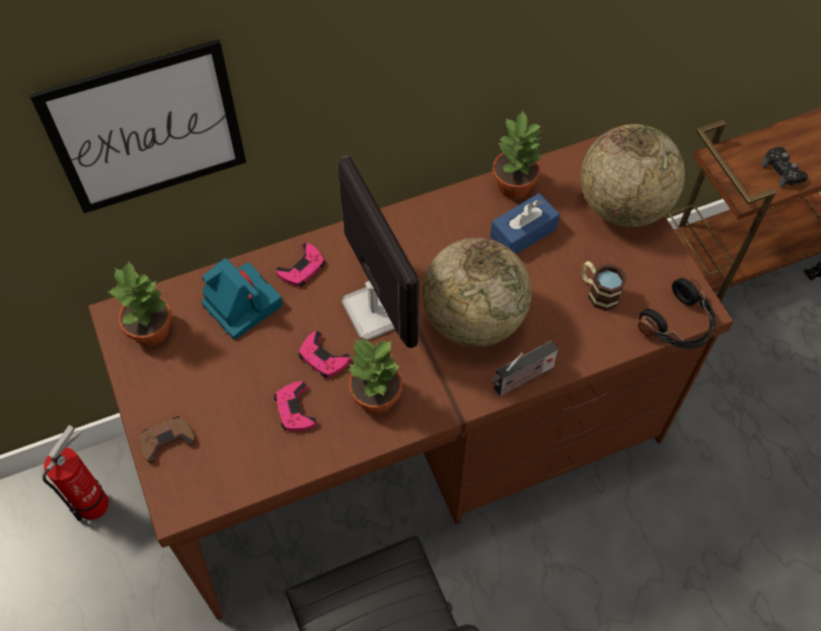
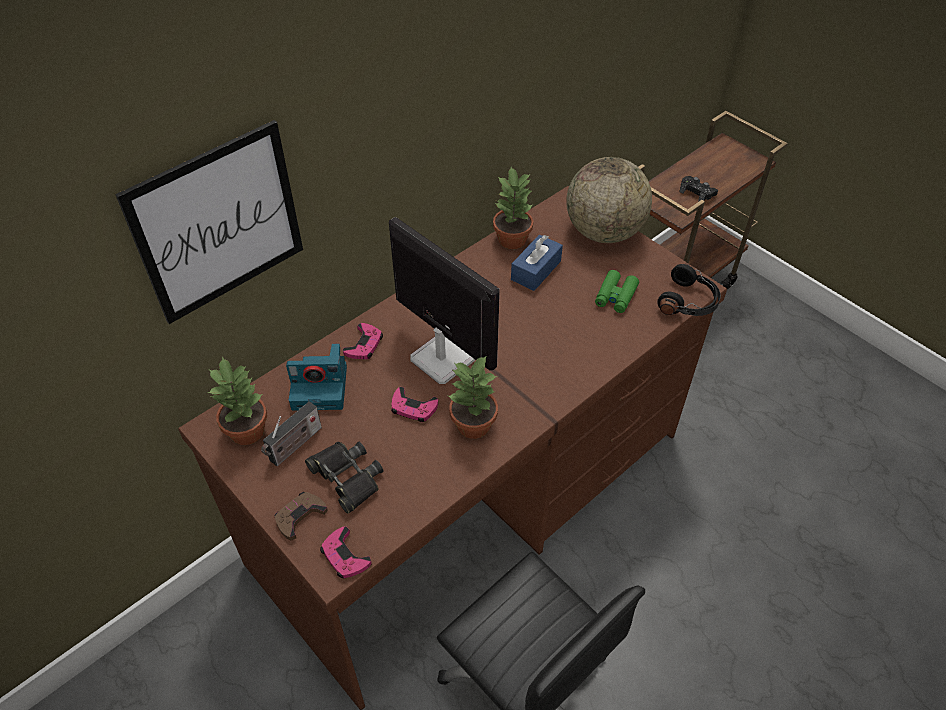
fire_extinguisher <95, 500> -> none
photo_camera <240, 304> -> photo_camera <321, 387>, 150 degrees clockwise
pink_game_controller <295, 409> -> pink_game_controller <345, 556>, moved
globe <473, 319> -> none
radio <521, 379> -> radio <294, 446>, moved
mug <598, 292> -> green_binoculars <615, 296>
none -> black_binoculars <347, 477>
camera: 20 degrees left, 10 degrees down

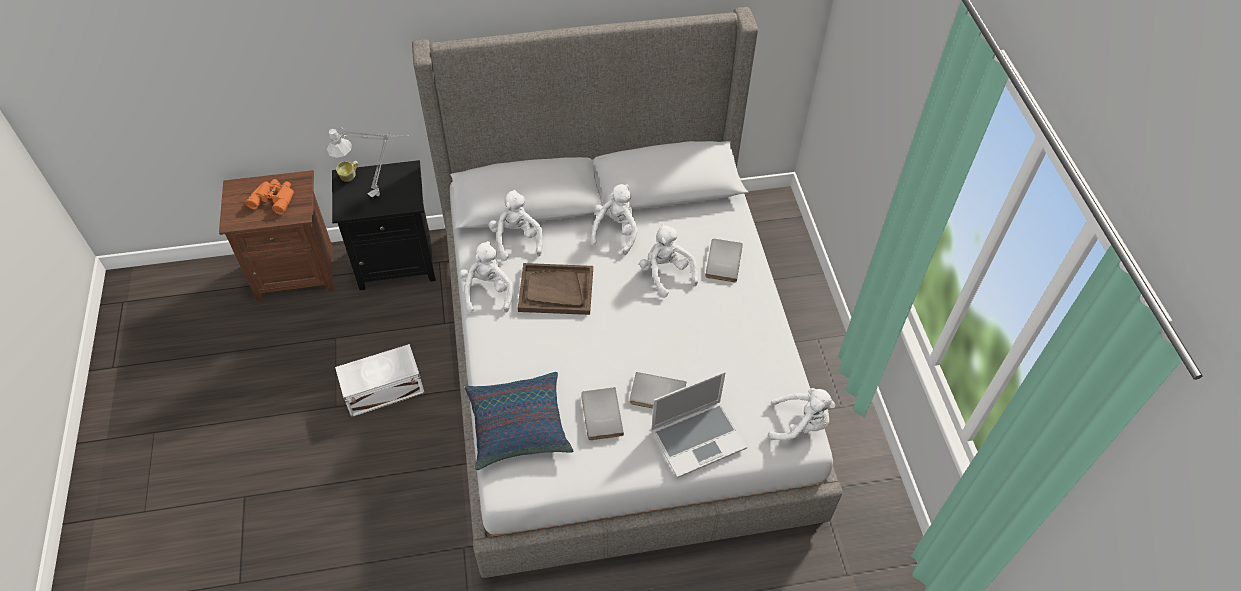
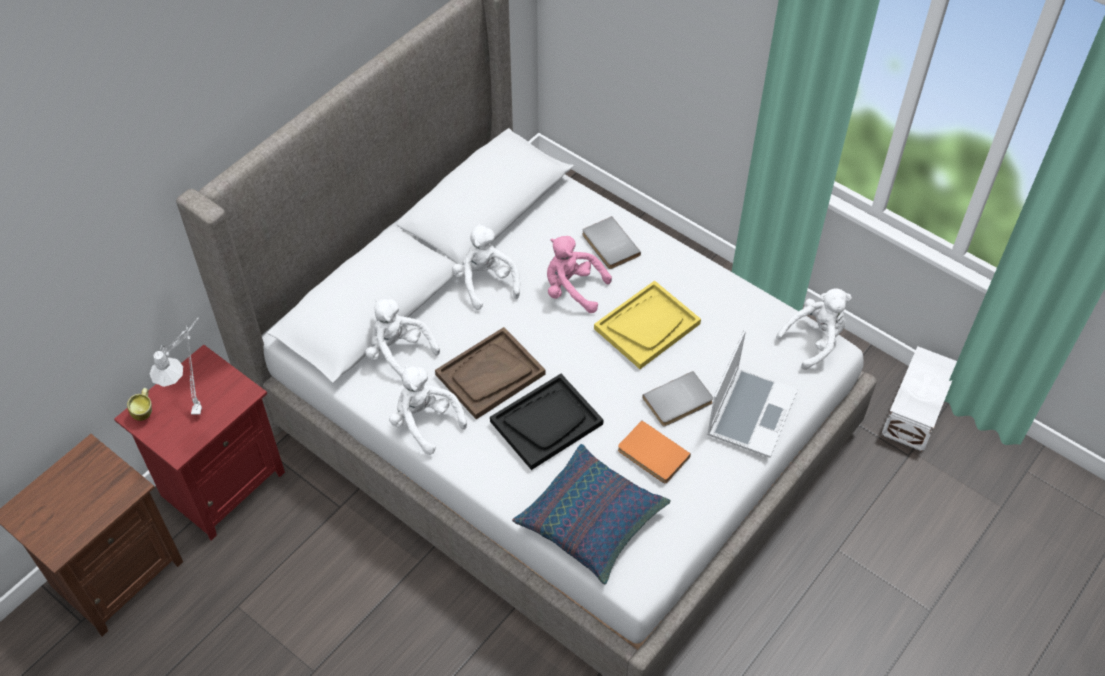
orange_binoculars <274, 198> -> none
black_nightstand <396, 262> -> red_nightstand <221, 483>
white_storage_box <382, 389> -> white_storage_box <913, 411>, moved
grey_book <600, 415> -> orange_book <652, 455>
white_plush_toy <666, 273> -> pink_plush_toy <572, 289>
none -> black_tray <546, 422>
none -> yellow_tray <647, 326>
camera: 40 degrees left, 0 degrees up

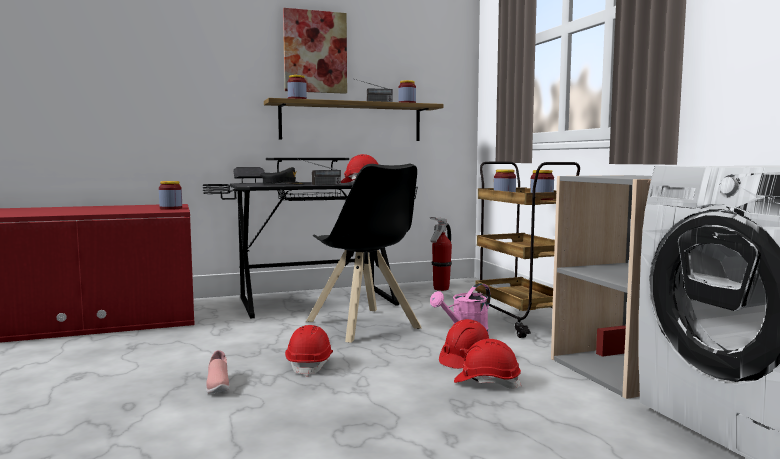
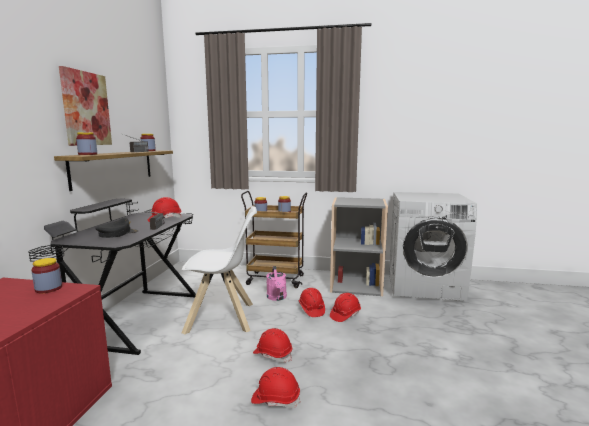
pink_shoe <217, 386> -> red_hard_hat <275, 399>
black_chair <364, 326> -> white_chair <222, 318>
fire_extinguisher <441, 289> -> none
camera: 60 degrees left, 5 degrees up

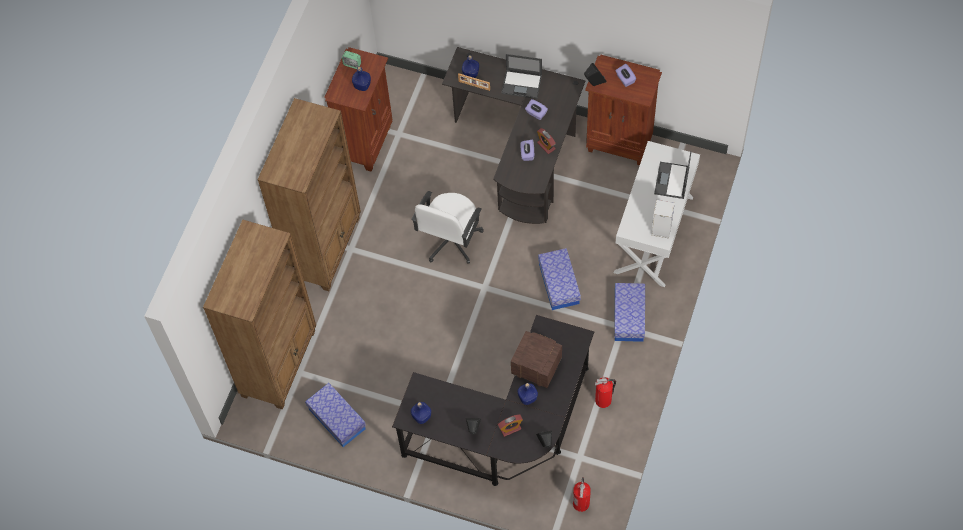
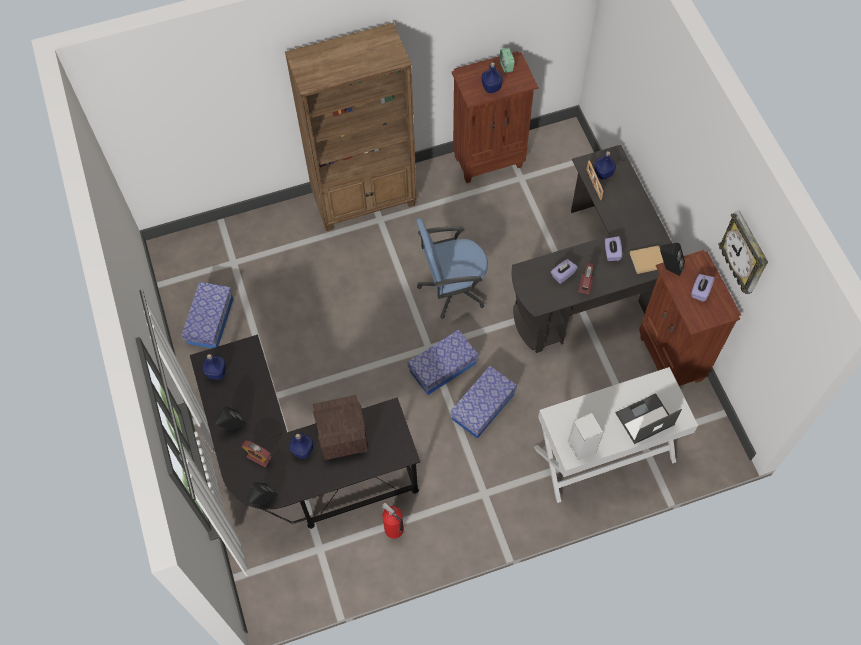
brown_bookcase <280, 363> -> none
white_office_chair <450, 240> -> blue_office_chair <452, 288>
laptop <522, 84> -> none
fire_extinguisher <581, 503> -> none
storage_box <629, 317> -> storage_box <443, 367>, moved
none -> beige_book <646, 260>
none -> wall_clock <744, 254>
camera: 50 degrees right, 0 degrees up

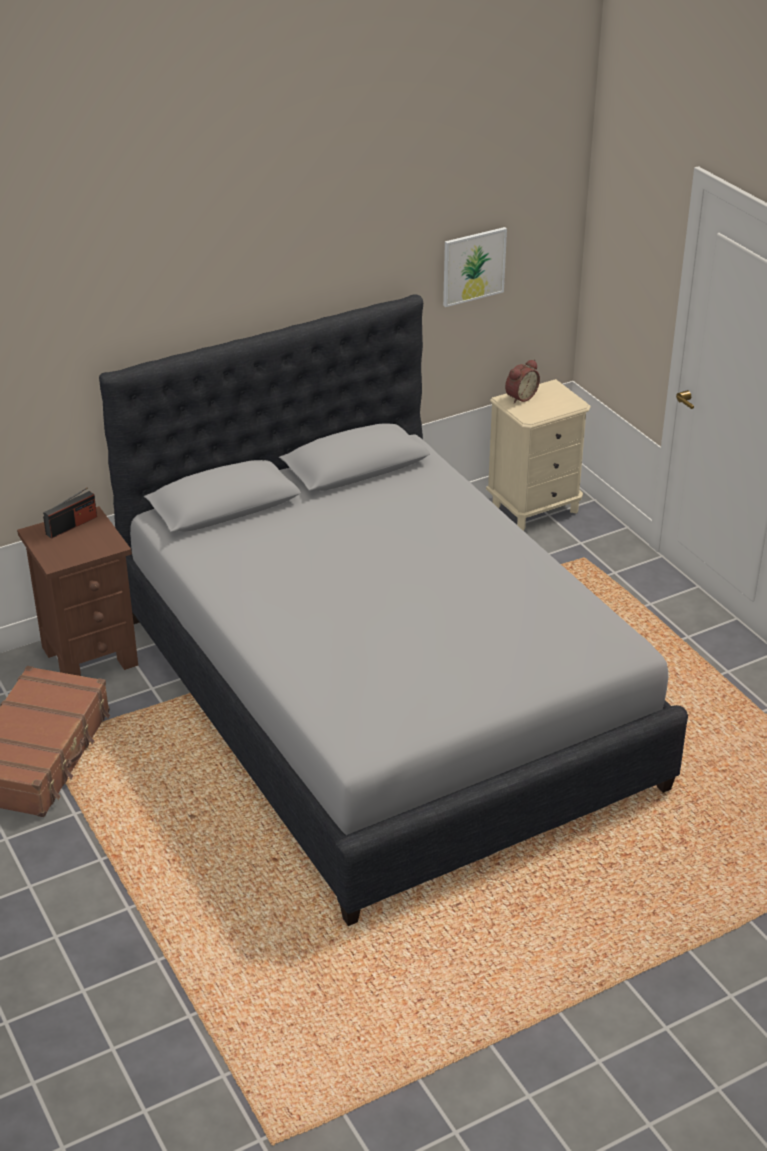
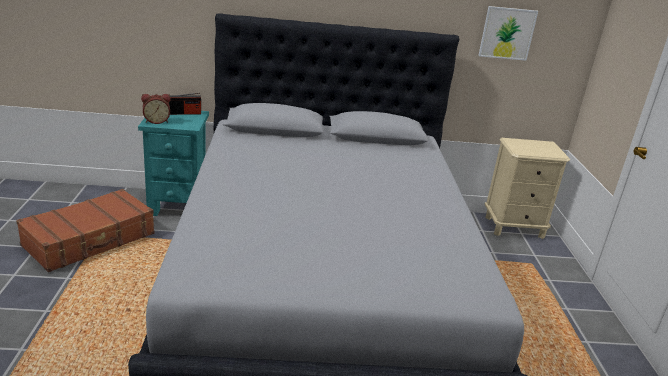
brown_nightstand <91, 656> -> turquoise_nightstand <178, 206>
alarm_clock <520, 397> -> alarm_clock <156, 121>, moved
camera: 25 degrees right, 10 degrees down

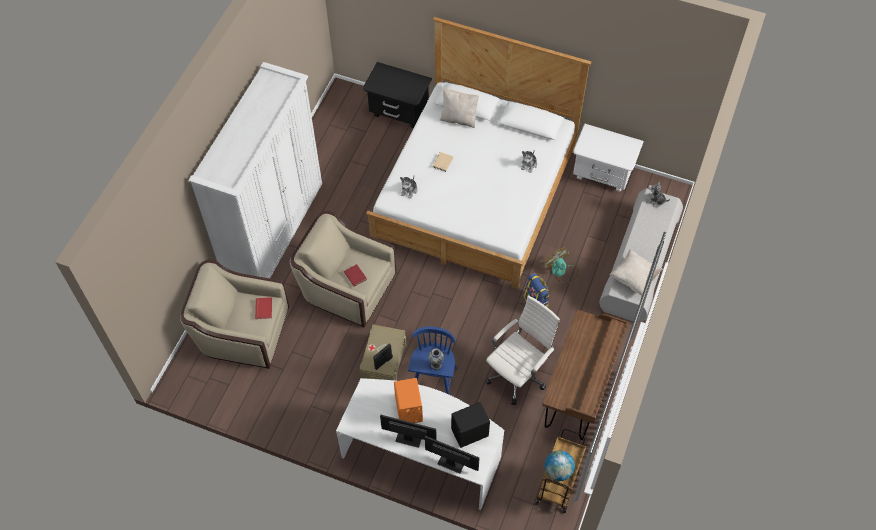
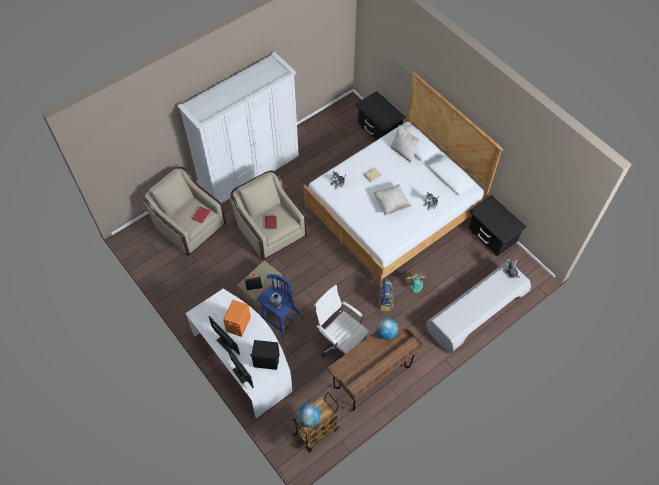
white_office_chair <518, 374> -> white_office_chair <341, 343>, 120 degrees counterclockwise
white_nightstand <602, 176> -> black_nightstand <490, 239>
beige_pillow <634, 278> -> beige_pillow <391, 204>, moved
none -> globe <386, 333>
camera: 30 degrees right, 0 degrees up

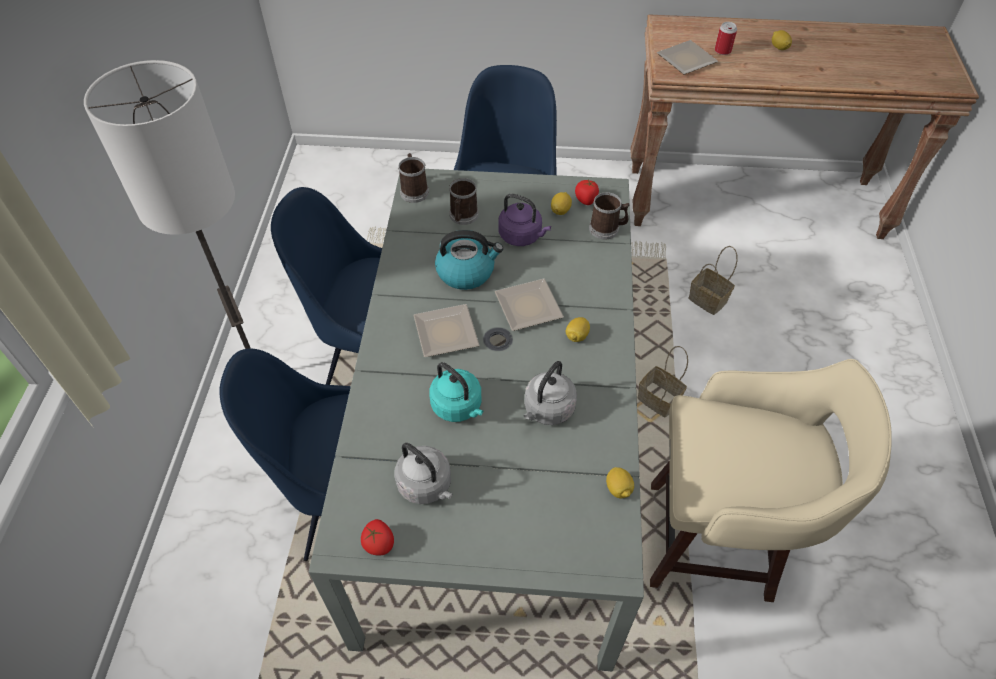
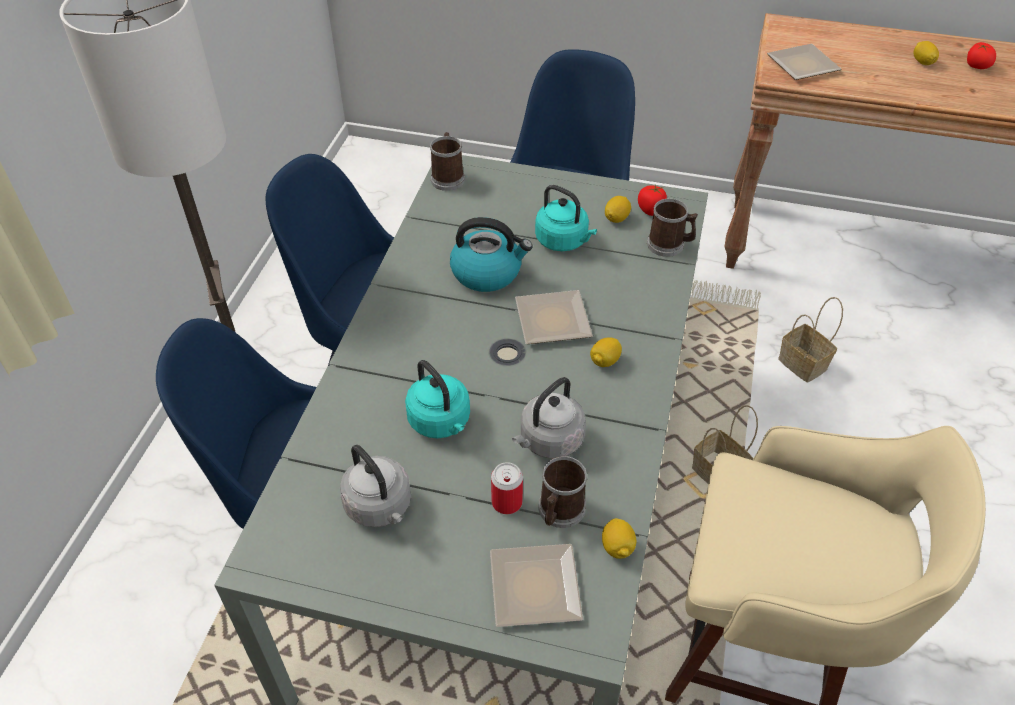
tomato <379, 543> -> tomato <976, 66>, moved
plate <443, 332> -> plate <531, 585>, moved
mug <462, 216> -> mug <559, 512>, moved
purple_kettle <522, 236> -> turquoise_kettle <563, 241>
can <722, 51> -> can <507, 502>, moved
camera: 10 degrees right, 5 degrees down

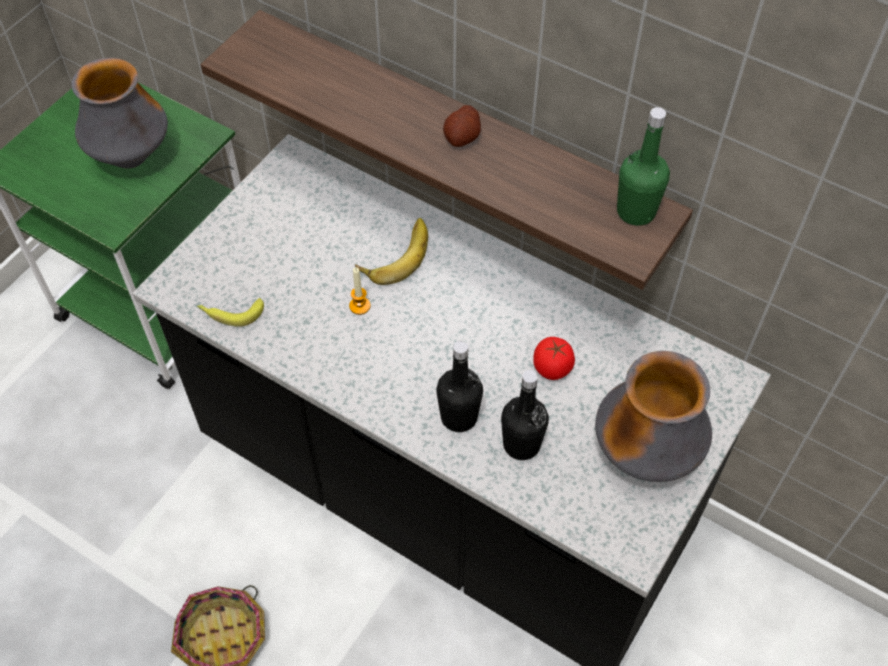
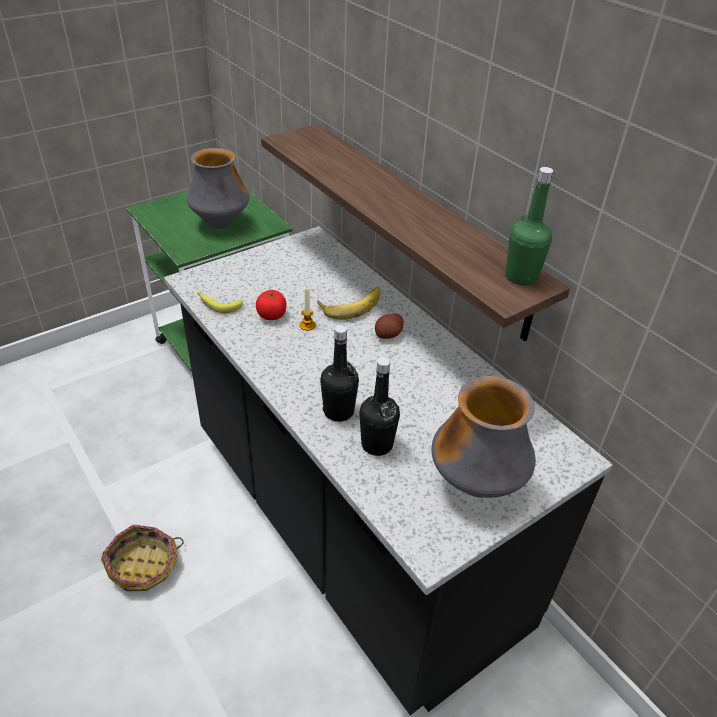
potato <462, 137> -> potato <388, 334>, moved
tomato <552, 367> -> tomato <272, 315>, moved
camera: 20 degrees right, 15 degrees down

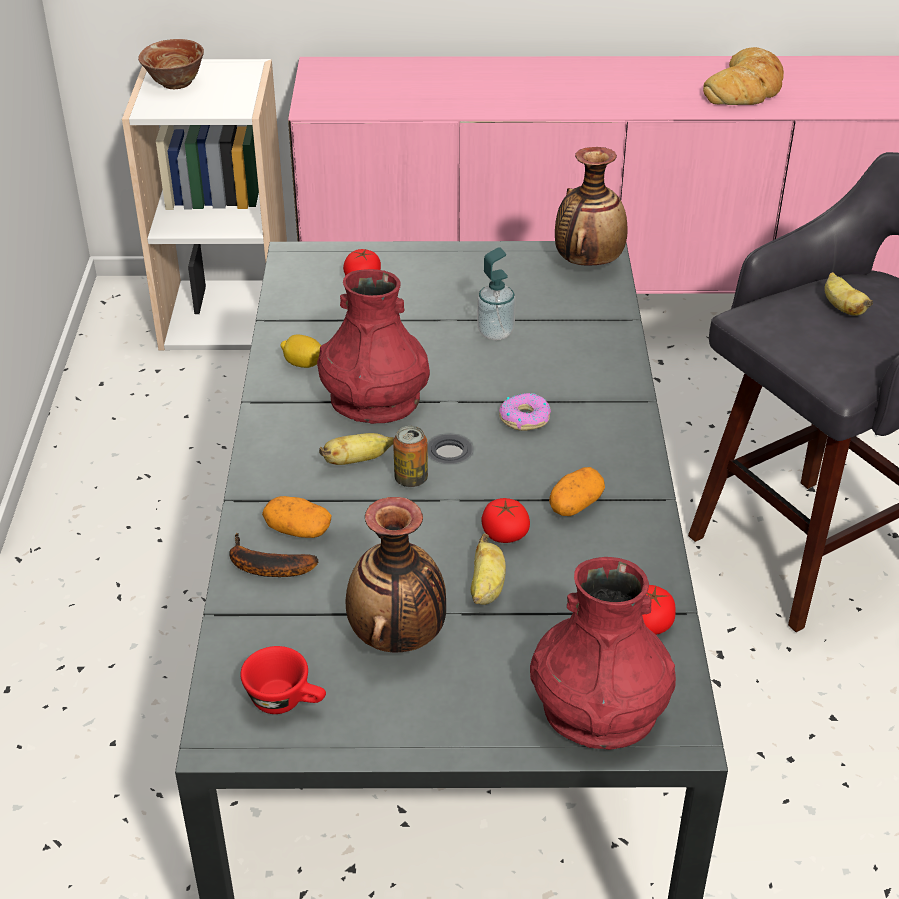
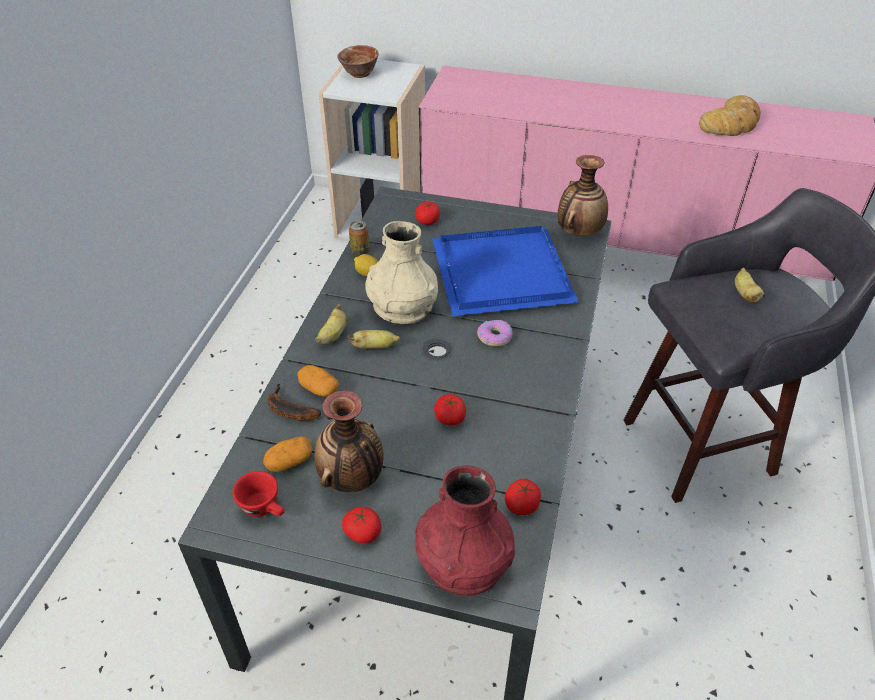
red_vase <375, 400> -> beige_vase <402, 307>
can <411, 479> -> can <360, 252>, moved
banana <486, 588> -> banana <333, 335>, moved
soap_dispenser <495, 333> -> blue_tray <498, 272>
potato <575, 505> -> potato <289, 462>, moved
none -> tomato <363, 532>
camera: 15 degrees right, 5 degrees up

